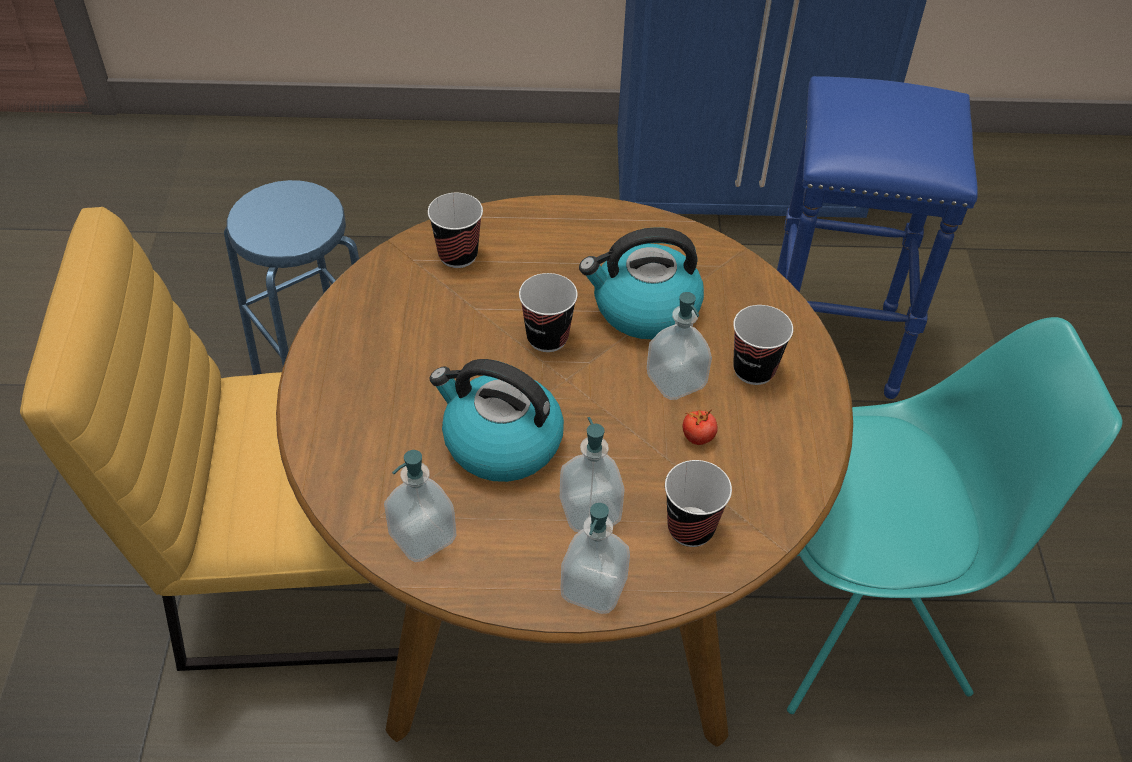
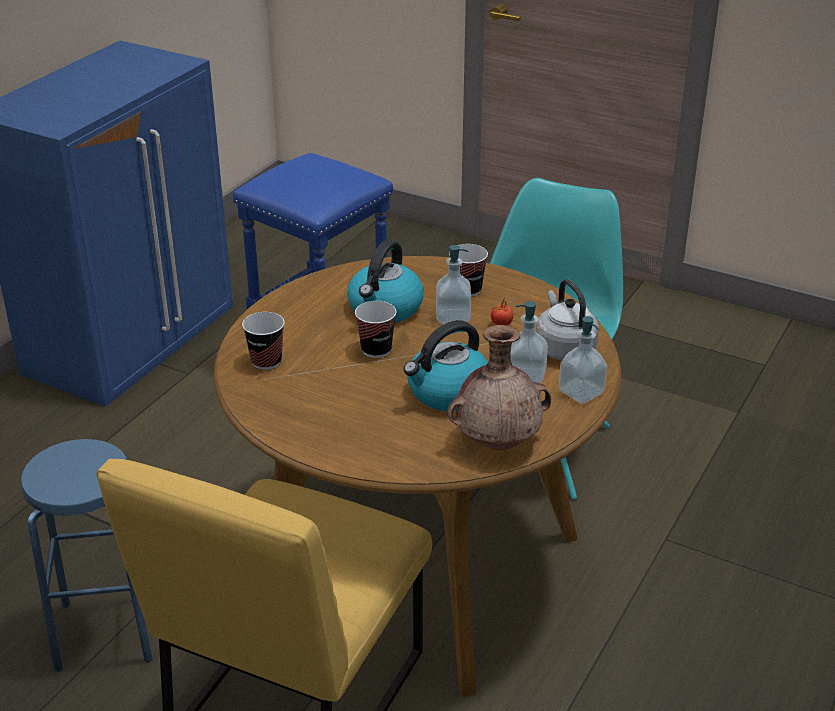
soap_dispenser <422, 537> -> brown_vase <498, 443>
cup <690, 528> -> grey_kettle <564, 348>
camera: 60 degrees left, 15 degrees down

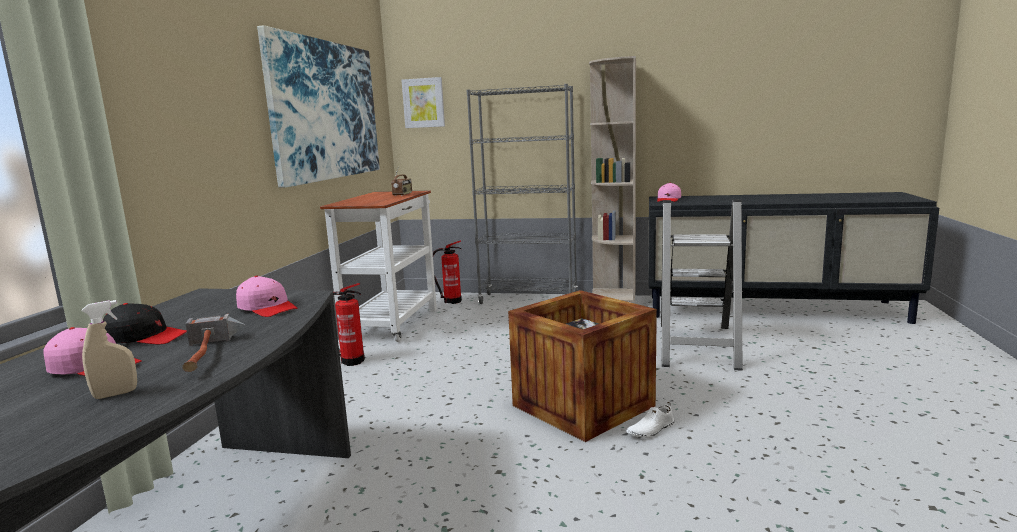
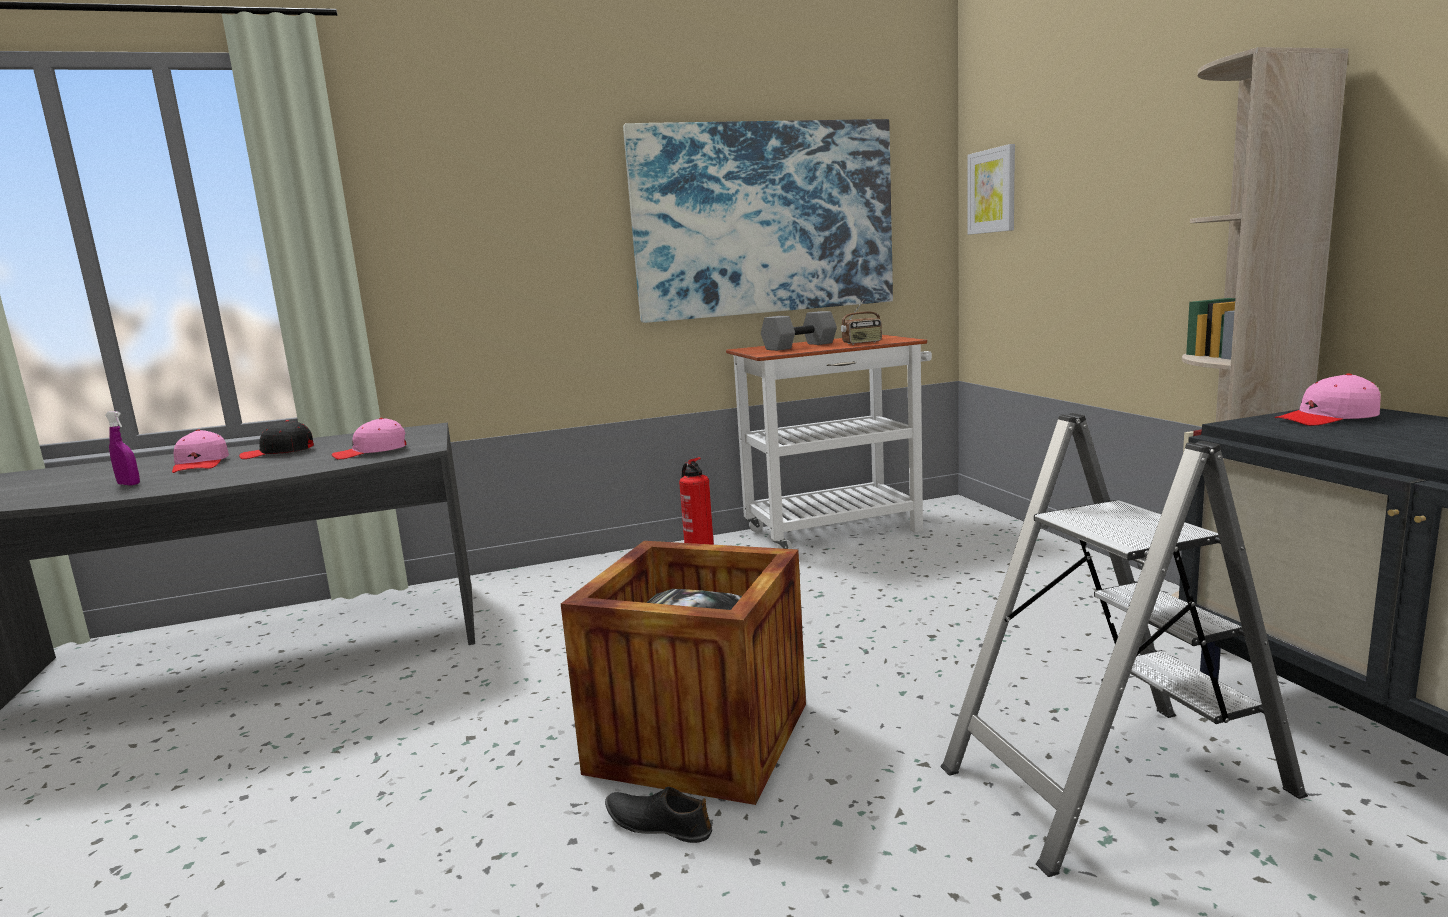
beige_spray_bottle <115, 394> -> purple_spray_bottle <129, 484>
black_cap <146, 337> -> black_cap <278, 453>, 105 degrees clockwise
hammer <211, 355> -> none
pink_cap <267, 308> -> pink_cap <371, 452>, 60 degrees clockwise
fire_extinguisher <450, 301> -> none
grey_bookcase <529, 300> -> none
white_shoe <650, 430> -> black_shoe <658, 824>
none -> grey_dumbbell <799, 346>
camera: 60 degrees right, 0 degrees up

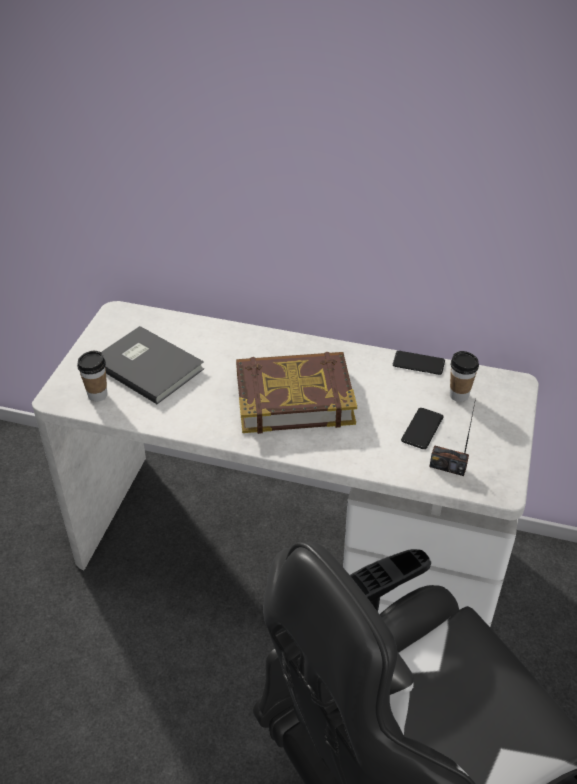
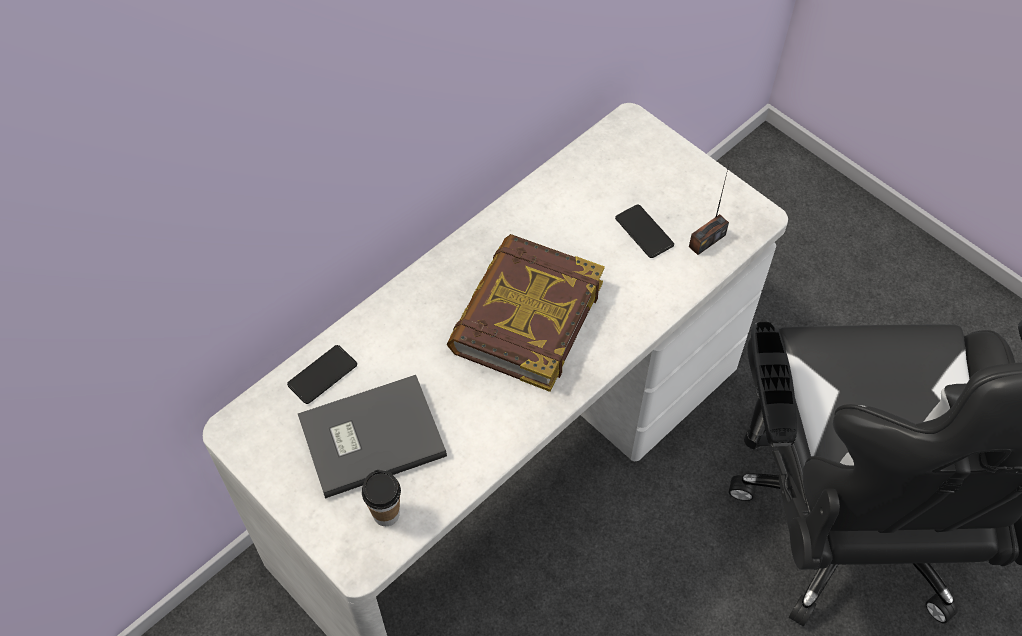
phone <418, 363> -> phone <322, 375>, moved
cup <459, 395> -> none
camera: 60 degrees left, 15 degrees up

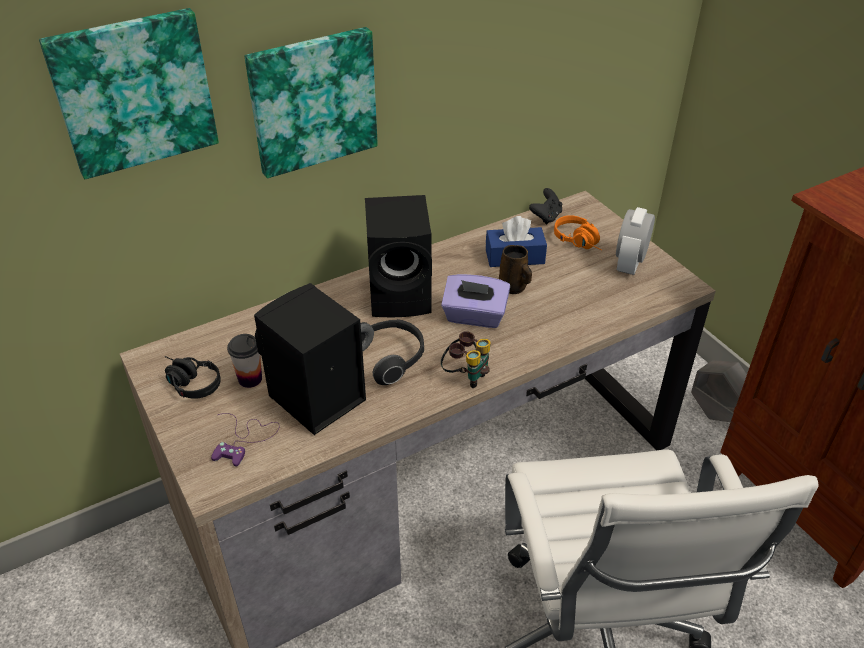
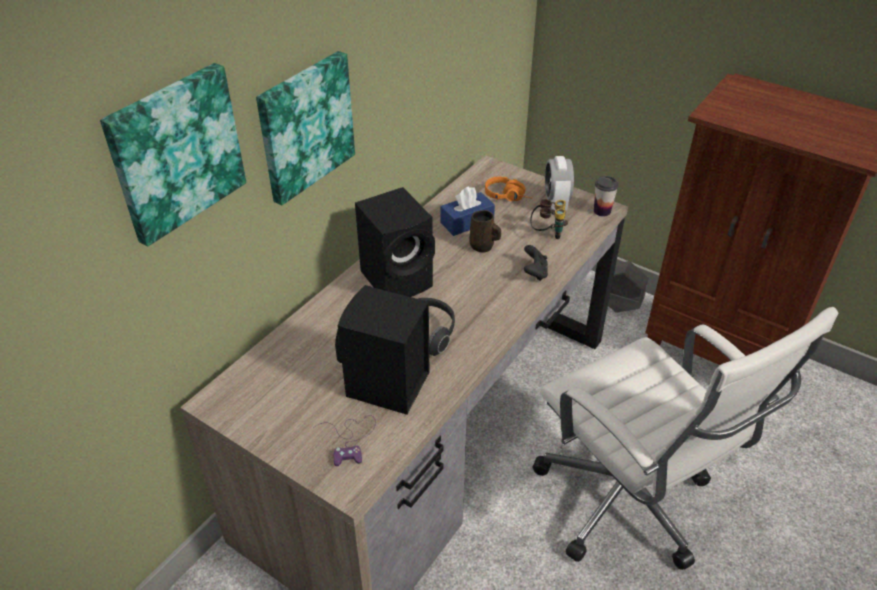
black_headphones <188, 383> -> none
cup <250, 379> -> cup <602, 211>, moved
purple_tissue_box <474, 316> -> none
binoculars <466, 376> -> binoculars <547, 233>, moved
black_game_controller <546, 217> -> black_game_controller <534, 273>, moved
camera: 25 degrees left, 0 degrees up

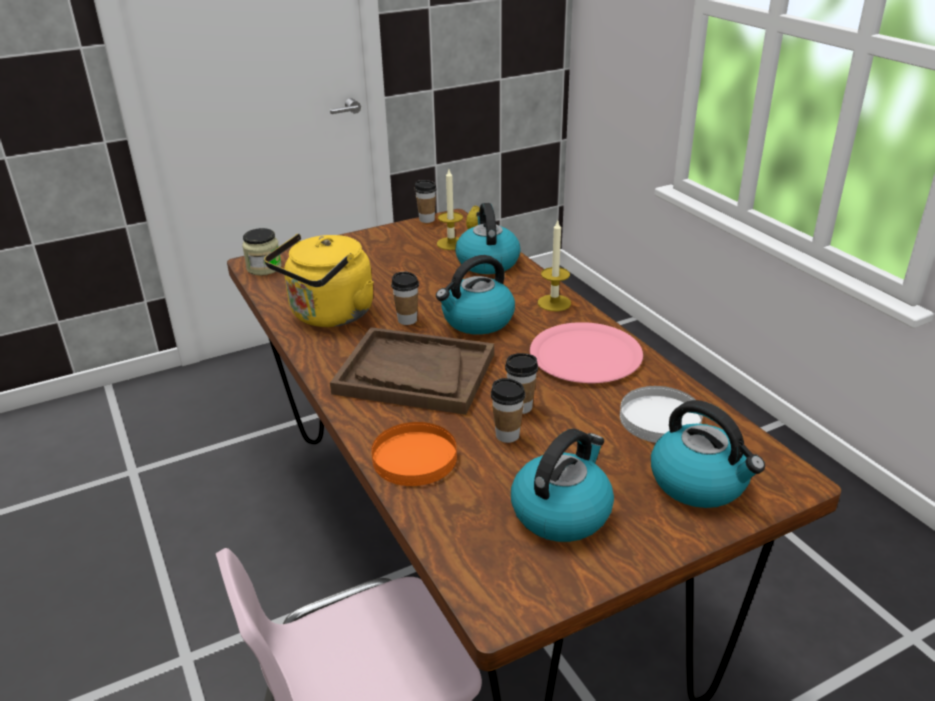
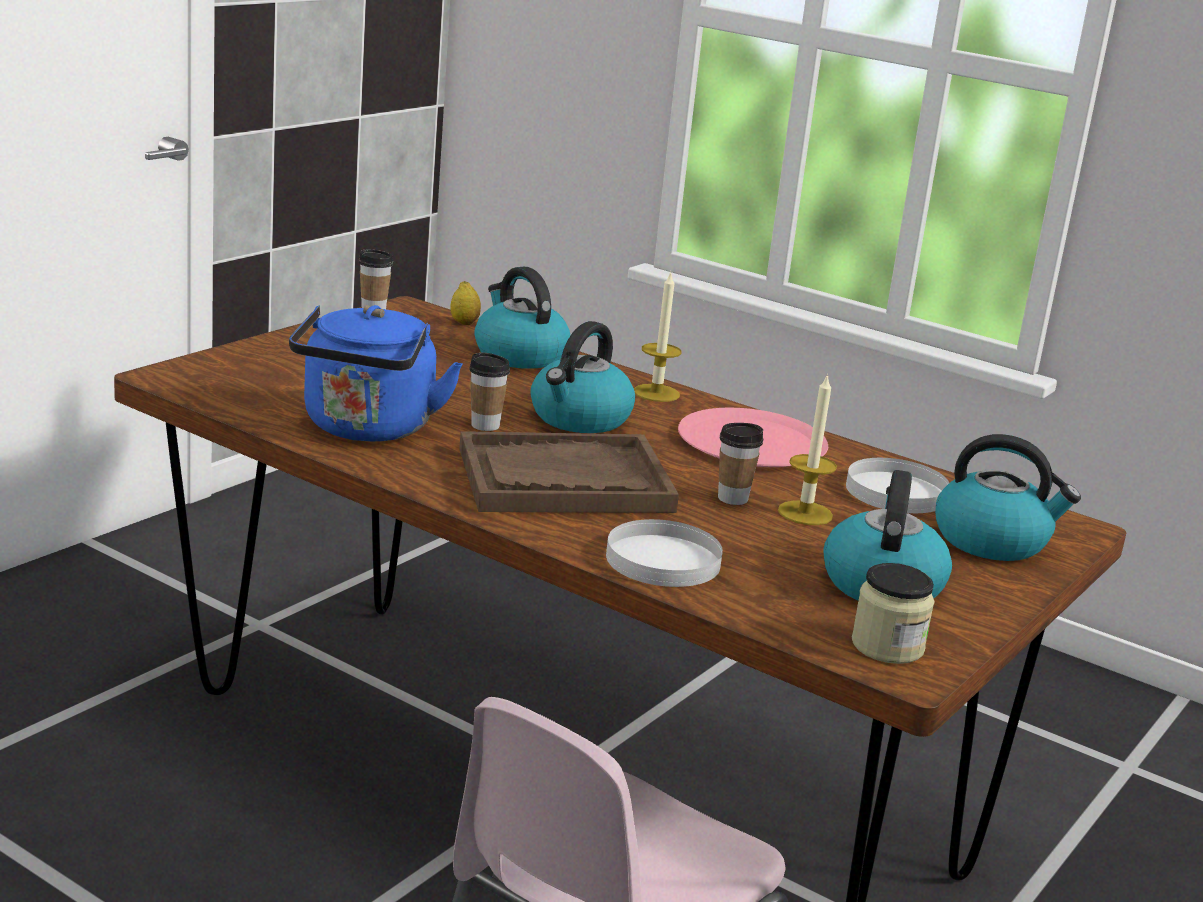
jar <264, 268> -> jar <887, 646>, moved
yellow_kettle <329, 315> -> blue_kettle <366, 429>
orange_plate <414, 457> -> white_plate <662, 559>
candle <451, 243> -> candle <805, 513>, moved
cup <507, 435> -> none
camera: 30 degrees left, 10 degrees down

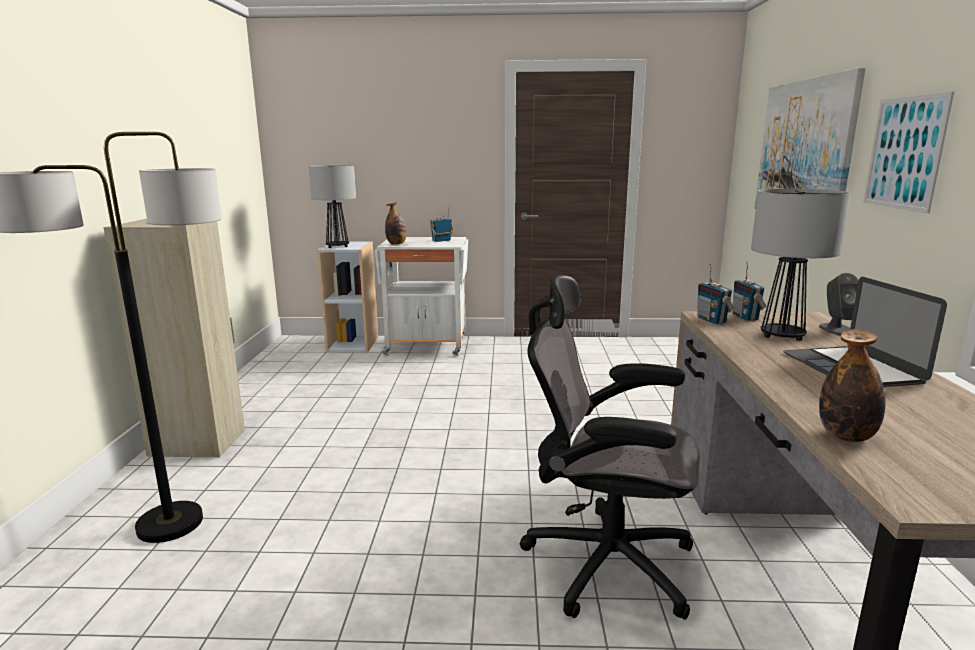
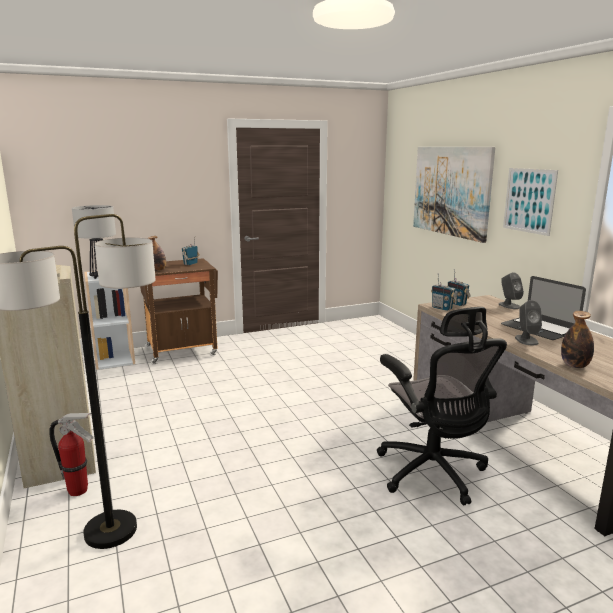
white_cart <427, 346> -> brown_cart <182, 351>
office_chair <607, 565> -> office_chair <432, 472>, 105 degrees counterclockwise
table_lamp <781, 336> -> none
none -> fire_extinguisher <79, 491>
none -> grey_speaker <526, 340>
camera: 25 degrees left, 0 degrees up

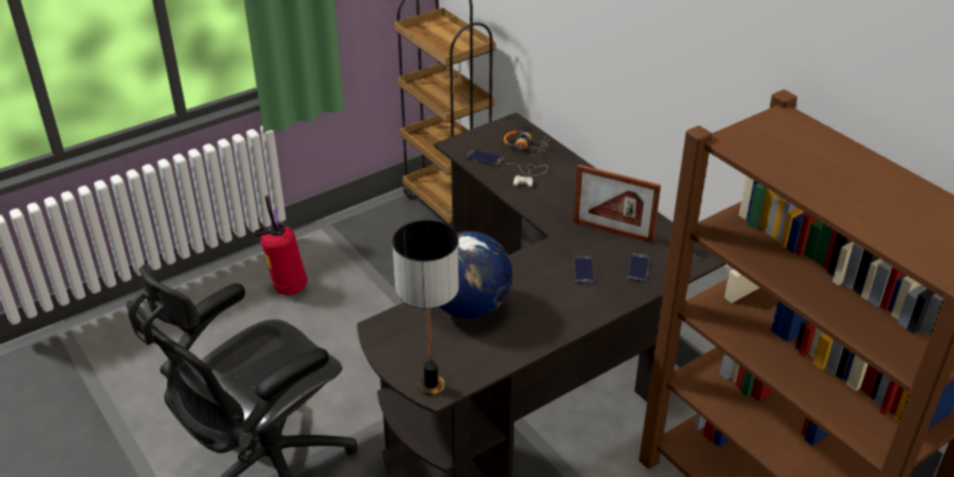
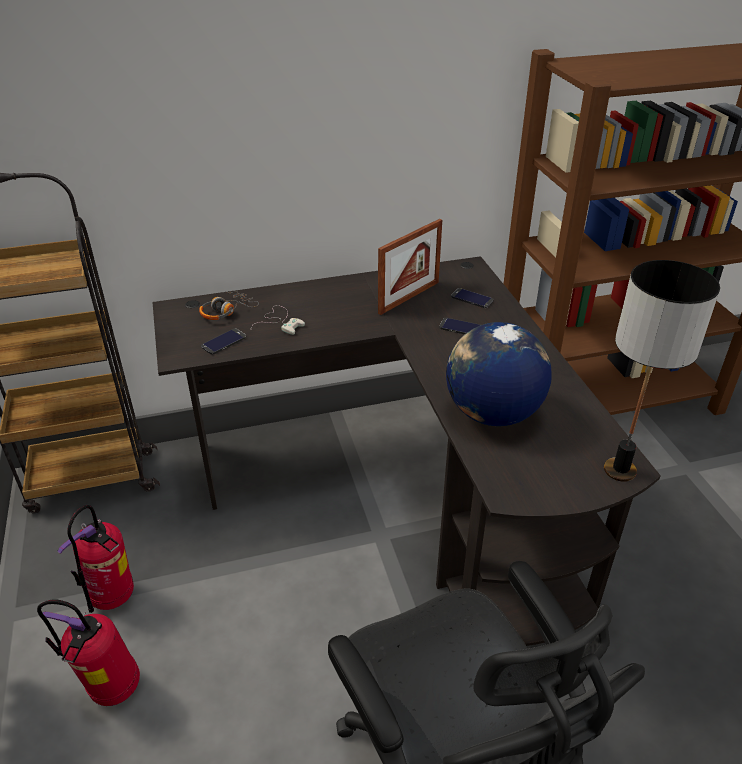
none -> fire_extinguisher <113, 599>
camera: 70 degrees left, 0 degrees up

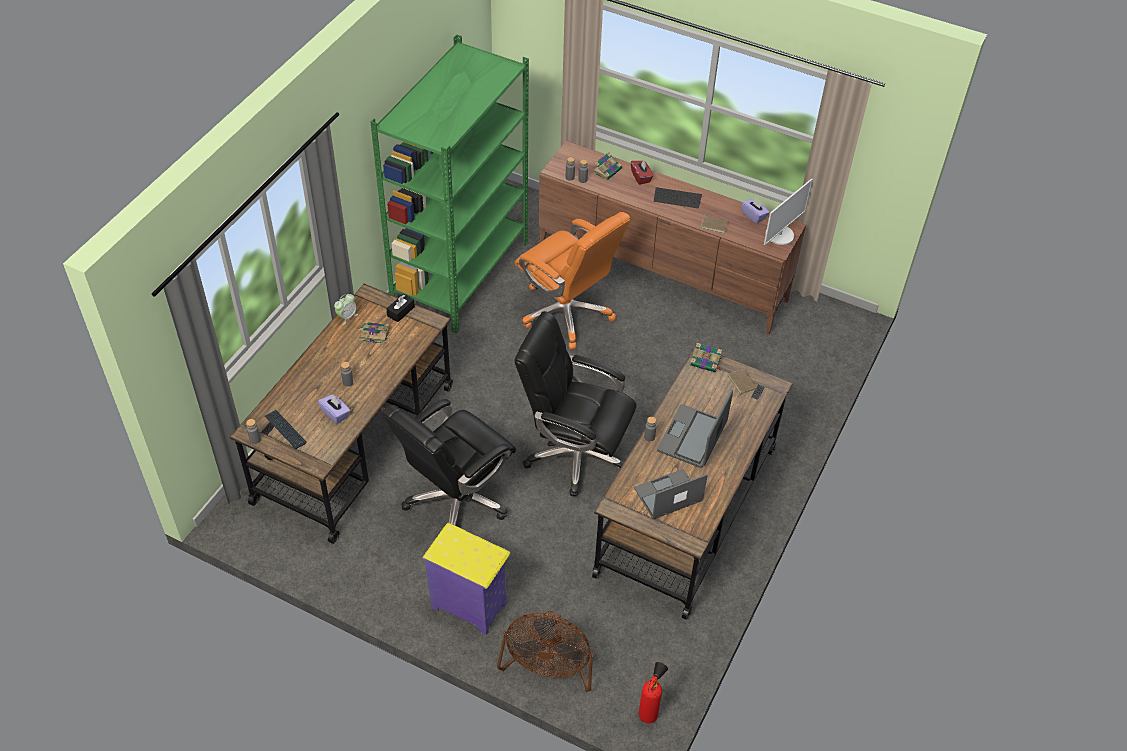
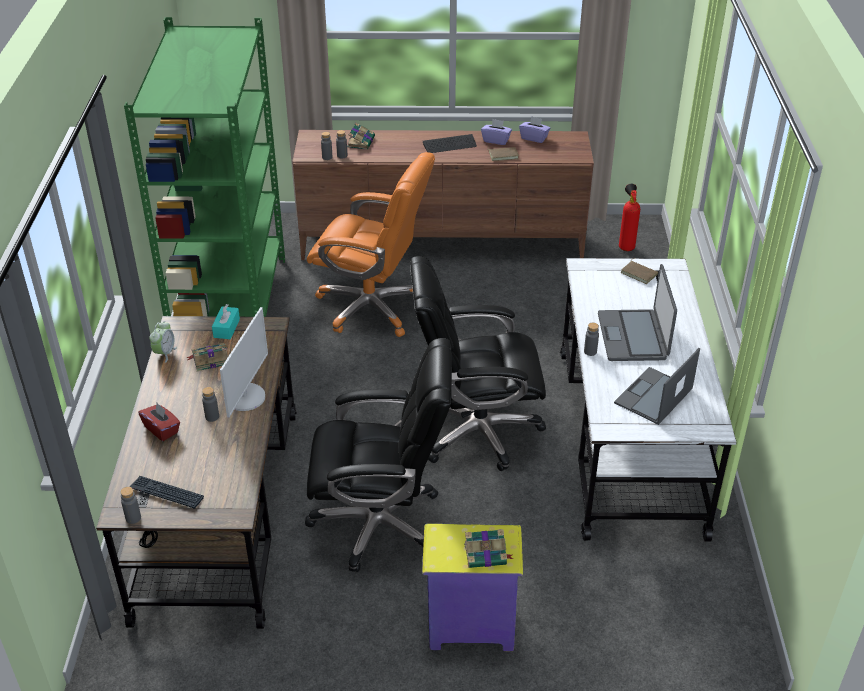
purple_tissue_box <335, 414> -> purple_tissue_box <496, 140>, moved
black_office_chair <457, 501> -> black_office_chair <380, 524>, 105 degrees counterclockwise
black_tissue_box <401, 311> -> turquoise_tissue_box <226, 328>
brown_fan <546, 663> -> none
brown_desk <687, 510> -> white_desk <628, 439>
red_tissue_box <641, 177> -> red_tissue_box <162, 429>, moved
fire_extinguisher <649, 711> -> fire_extinguisher <626, 246>, moved
book <706, 362> -> book <486, 554>, moved
monitor <780, 235> -> monitor <245, 397>, moved
camera: 25 degrees left, 10 degrees down

